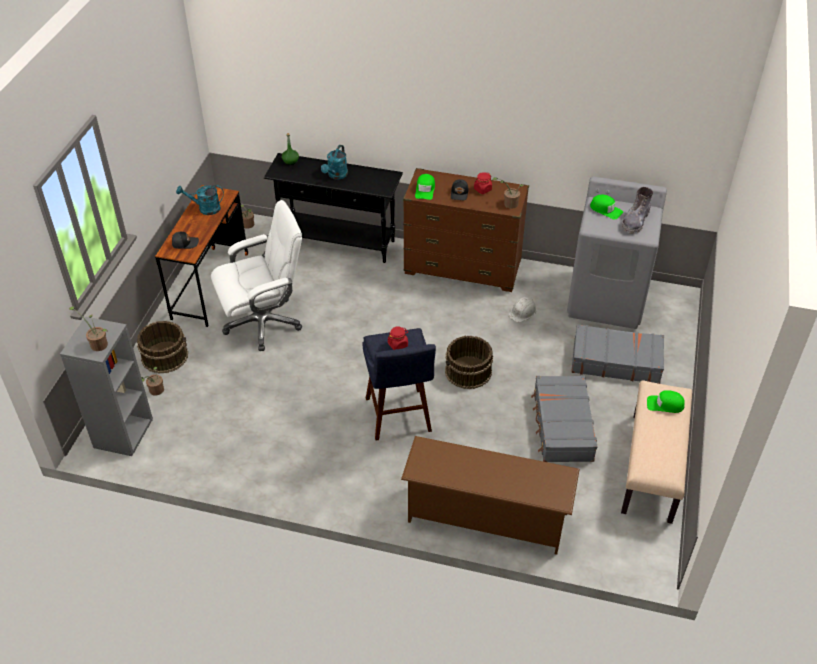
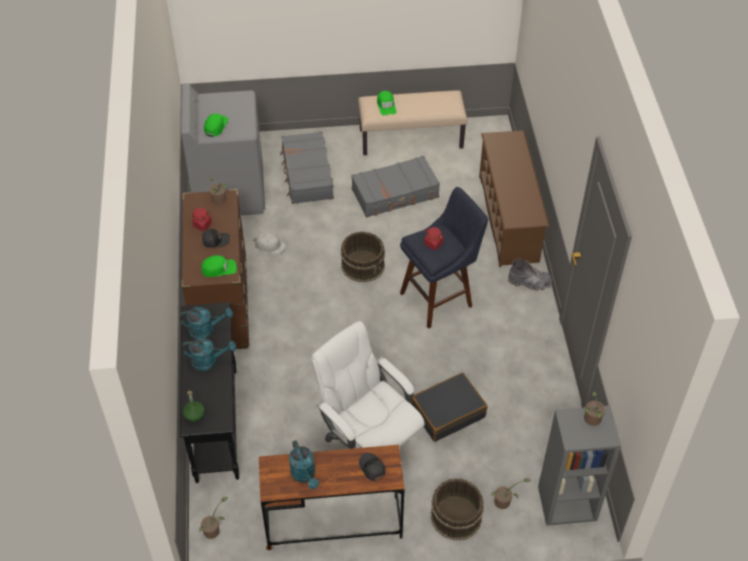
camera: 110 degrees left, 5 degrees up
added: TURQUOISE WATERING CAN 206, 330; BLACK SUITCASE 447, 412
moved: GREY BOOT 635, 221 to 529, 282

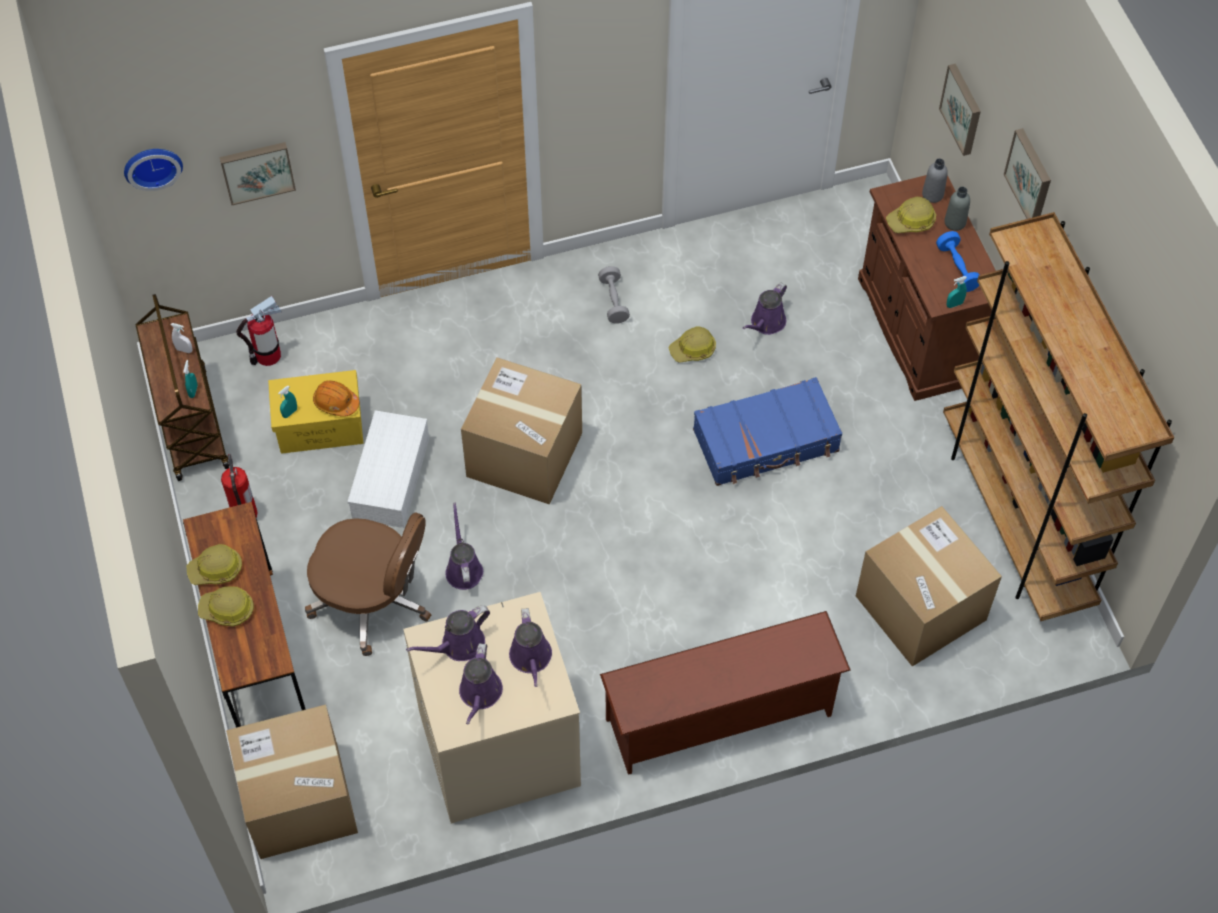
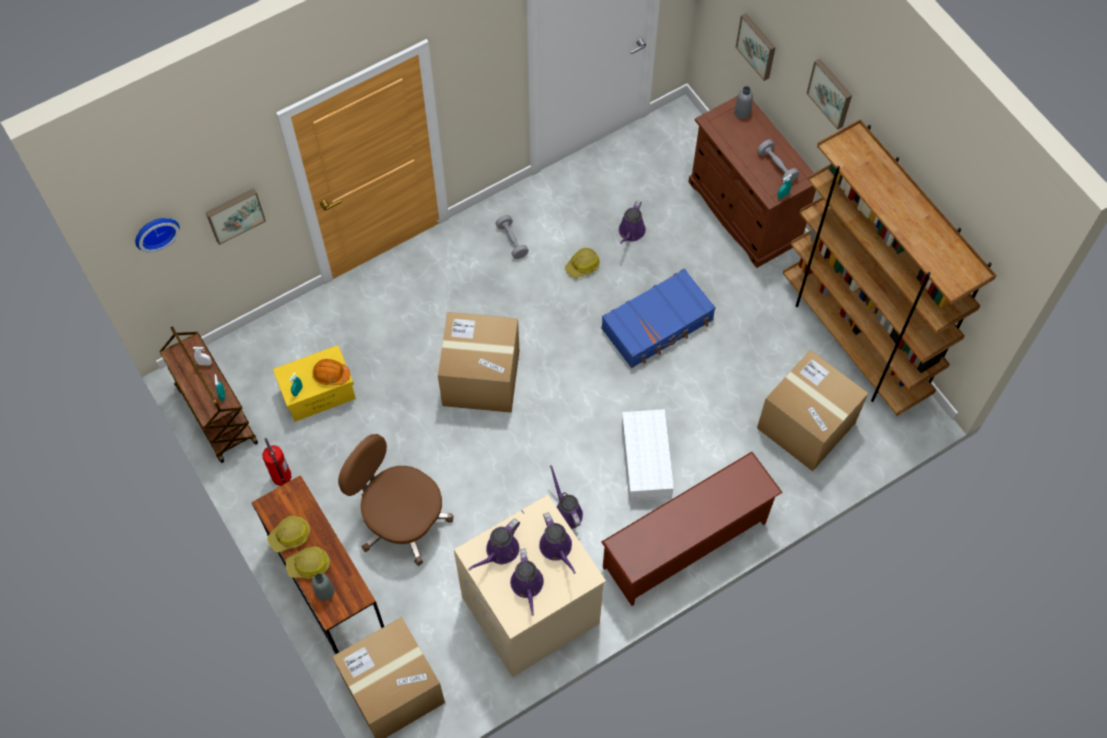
camera: 15 degrees left, 5 degrees up
removed: FIRE EXTINGUISHER 268, 355; HARD HAT 911, 221
moved: WHITE STORAGE BOX 392, 480 to 647, 462; PURPLE WATERING CAN 463, 568 to 566, 512; GREY BOTTLE 955, 222 to 324, 592
recoloured: BLUE DUMBBELL 957, 268 to GREY DUMBBELL 776, 167
turned: BROWN OFFICE CHAIR 373, 600 = 401, 520 150 degrees counterclockwise

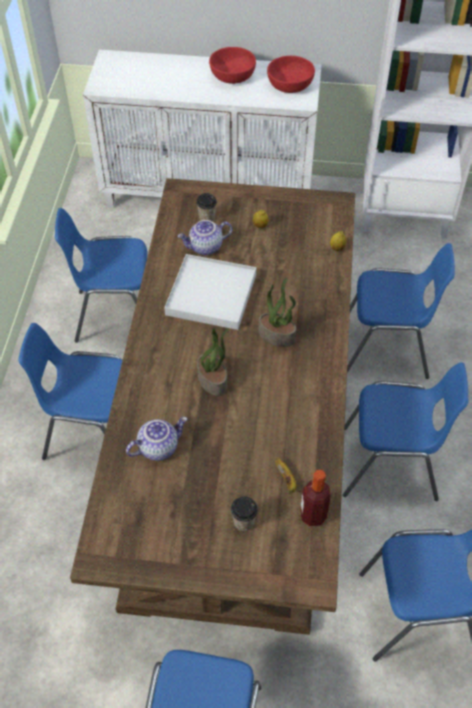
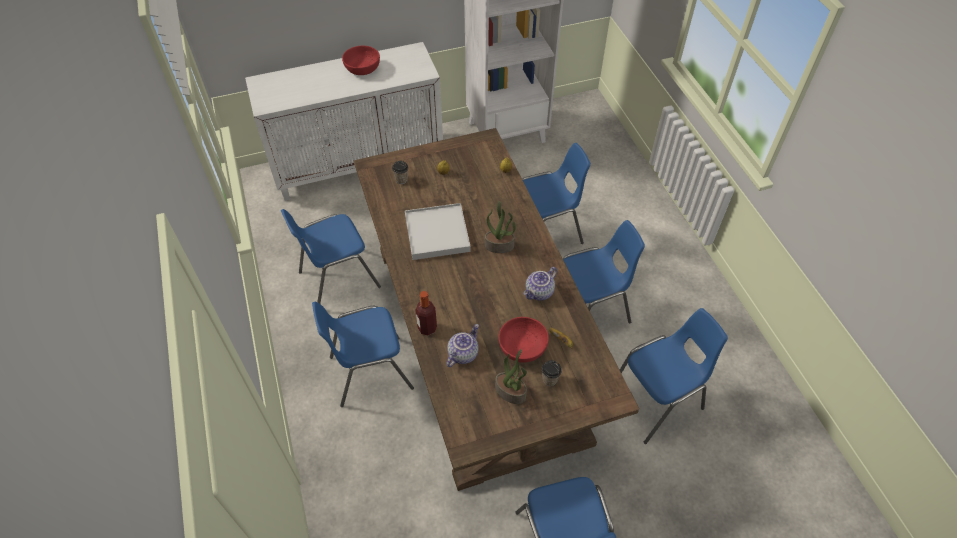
camera: 25 degrees left, 0 degrees up
moved: TEAPOT 205, 248 to 539, 293; POTTED PLANT 213, 380 to 511, 392; RED BOWL 289, 85 to 522, 347; BOTTLE 313, 515 to 427, 328

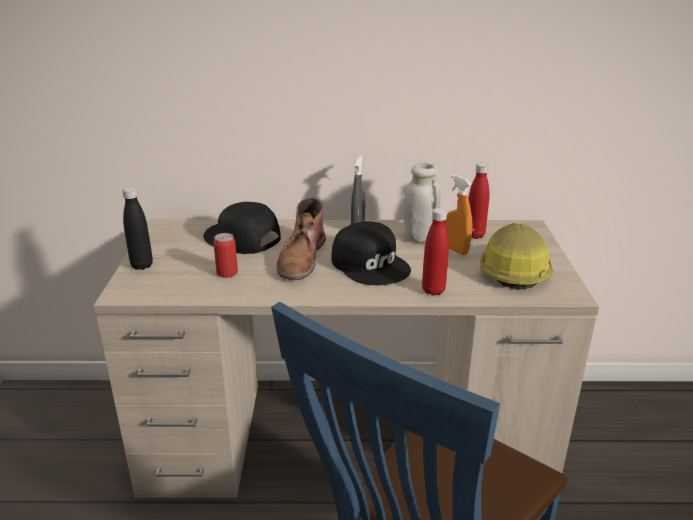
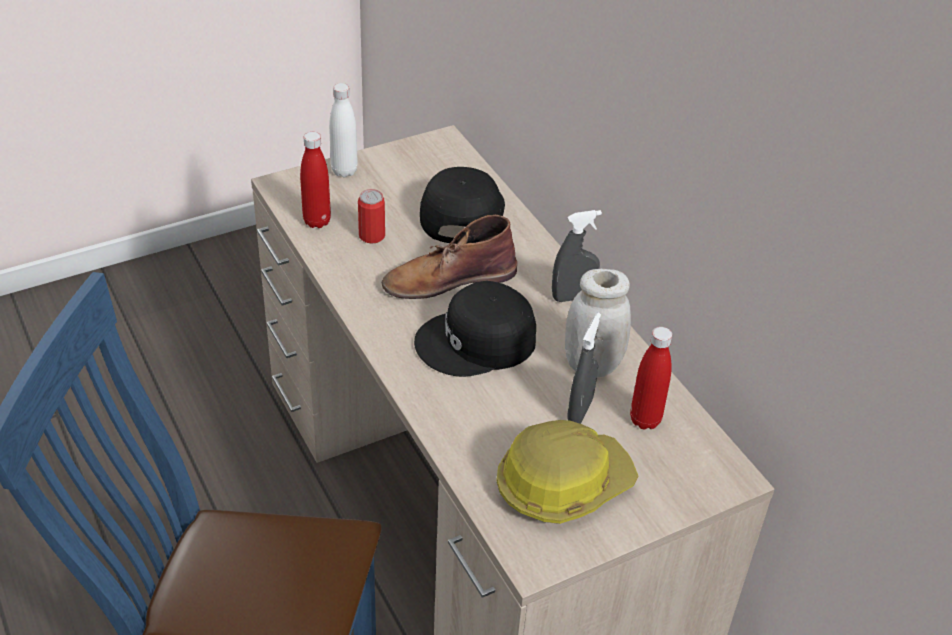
camera: 60 degrees right, 15 degrees up
moved: RED BOTTLE 433, 290 to 317, 221
recoloured: BLACK BOTTLE 142, 265 to WHITE BOTTLE 344, 171; ORANGE SPRAY BOTTLE 455, 250 to GREY SPRAY BOTTLE 580, 410
turned: BLACK CAP 371, 264 = 477, 342 45 degrees clockwise

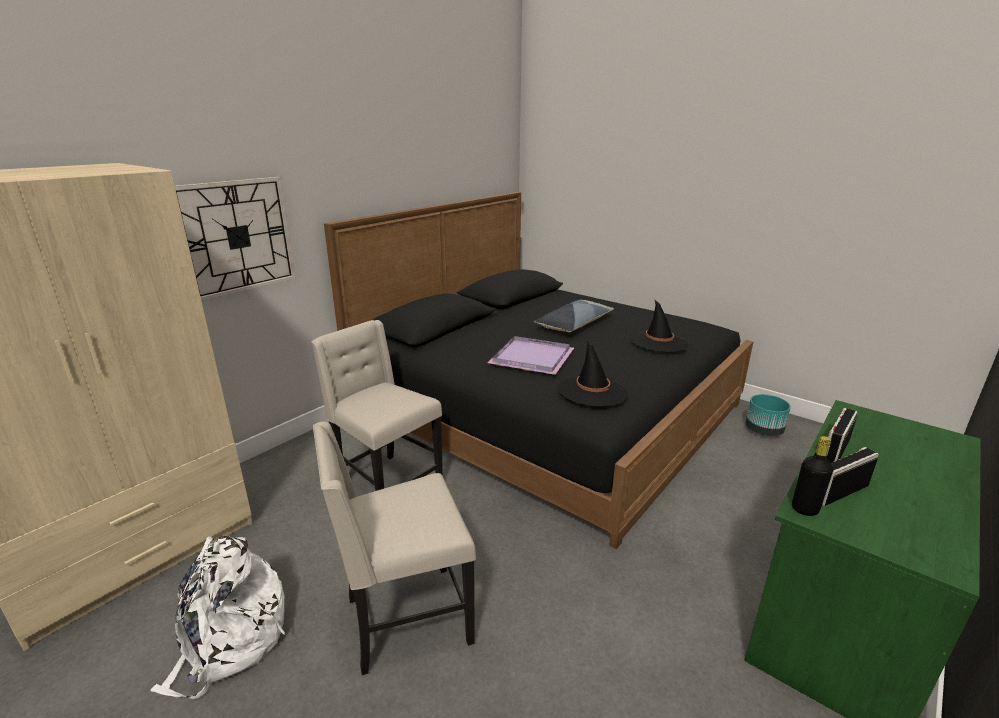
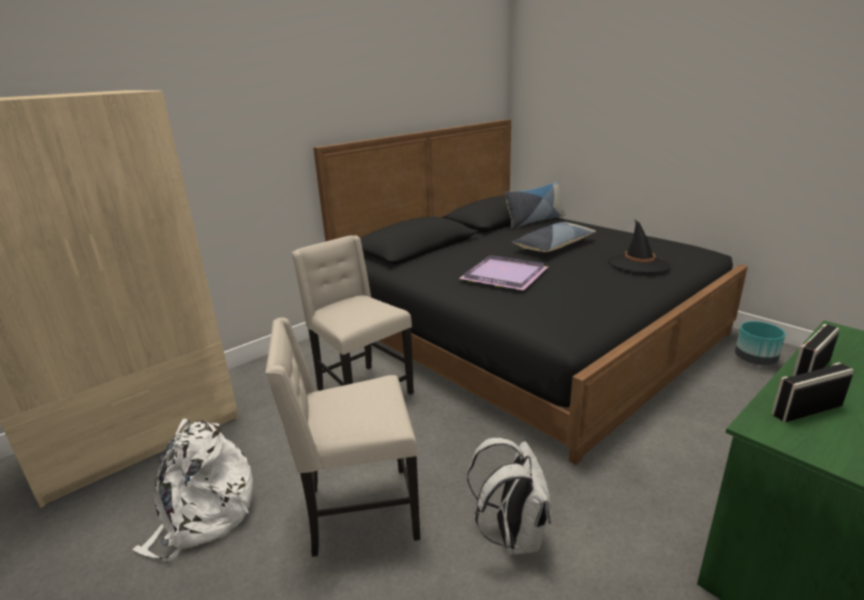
camera: 10 degrees right, 0 degrees up
removed: WALL CLOCK 237, 237; BLACK HAT 592, 392; BLACK BOTTLE 805, 509
added: WHITE BACKPACK 513, 535; PILLOW 535, 221

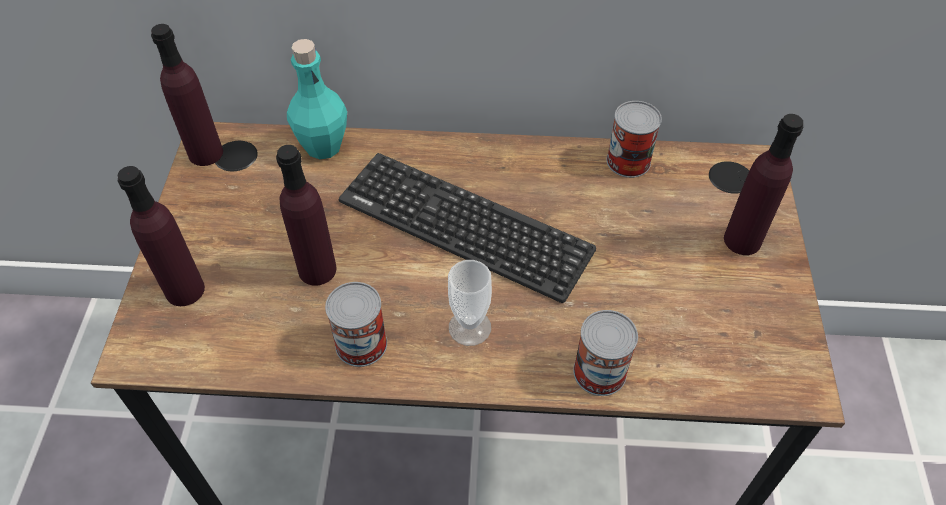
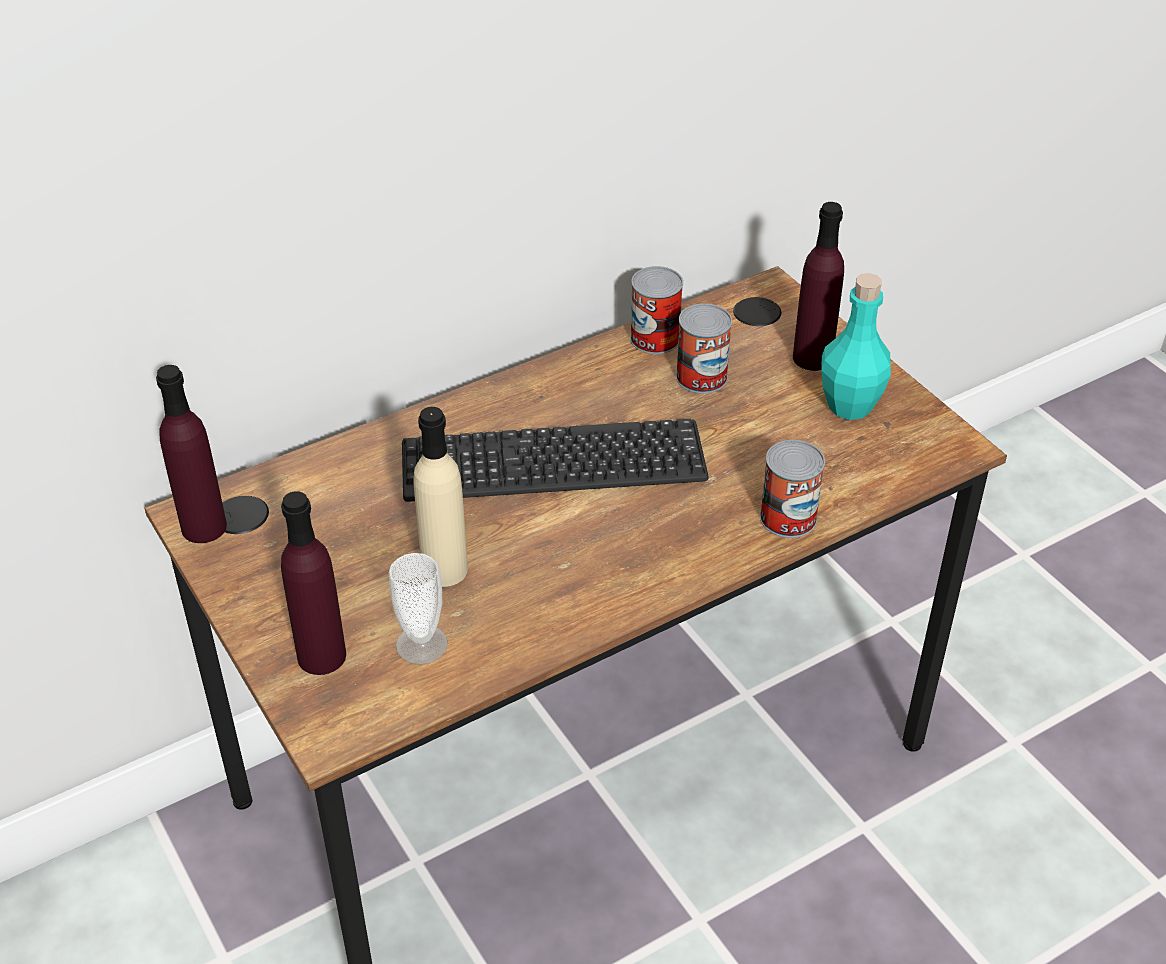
camera: 35 degrees left, 10 degrees down
moved: TURQUOISE BOTTLE 323, 146 to 849, 406; CAN 361, 344 to 701, 377; CUP 469, 327 to 421, 644
recoloured: PURPLE BOTTLE 317, 269 to BEIGE BOTTLE 444, 569

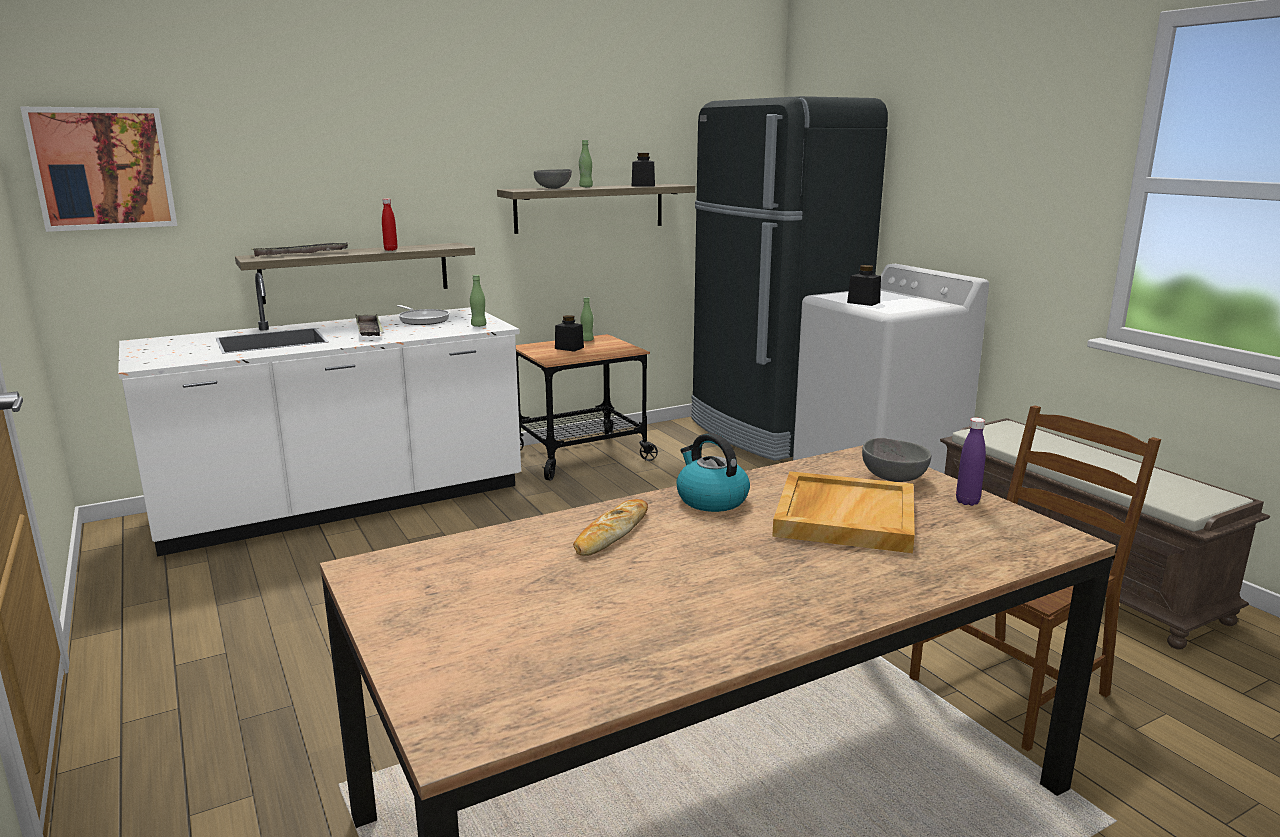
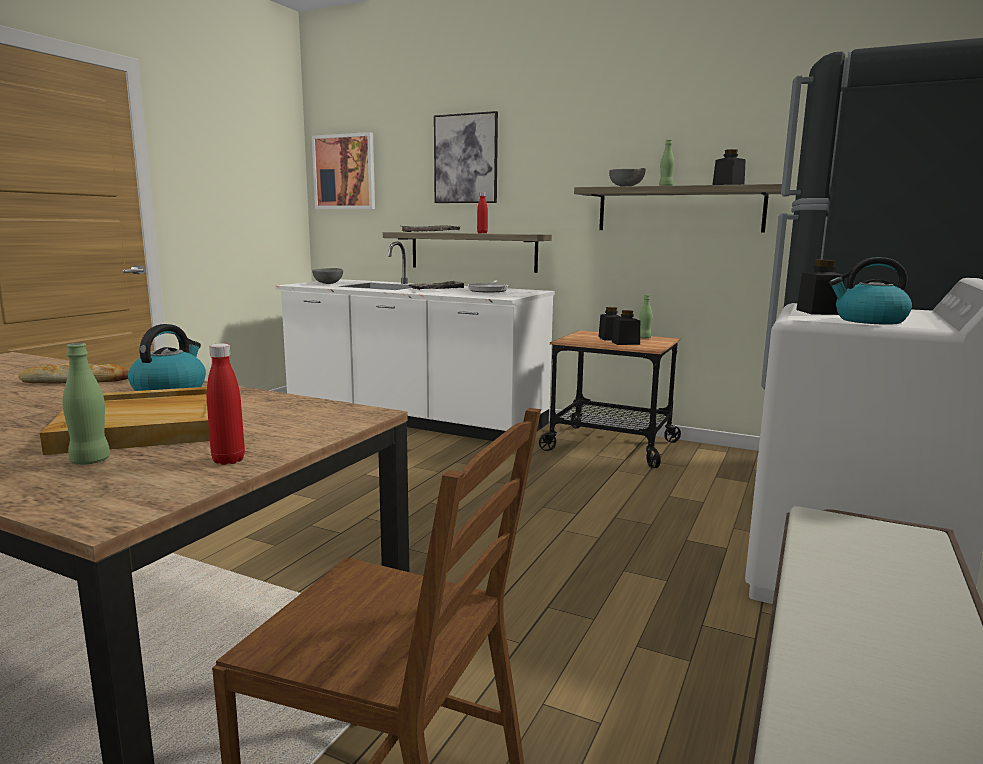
camera: 55 degrees right, 5 degrees down
added: PICTURE 466, 159; BLACK JAR 625, 343; KETTLE 869, 321
moved: GREEN BOTTLE 478, 325 to 90, 461; GREY BOWL 893, 478 to 329, 283
recoloured: PURPLE BOTTLE 967, 502 to RED BOTTLE 228, 460

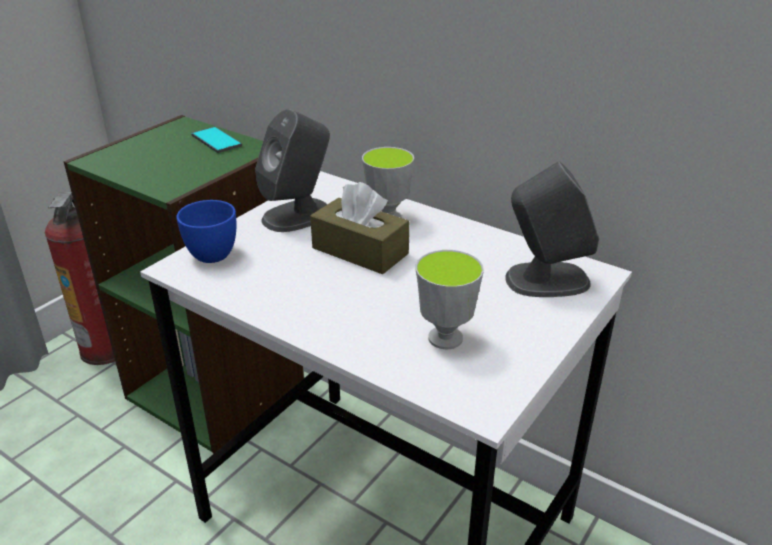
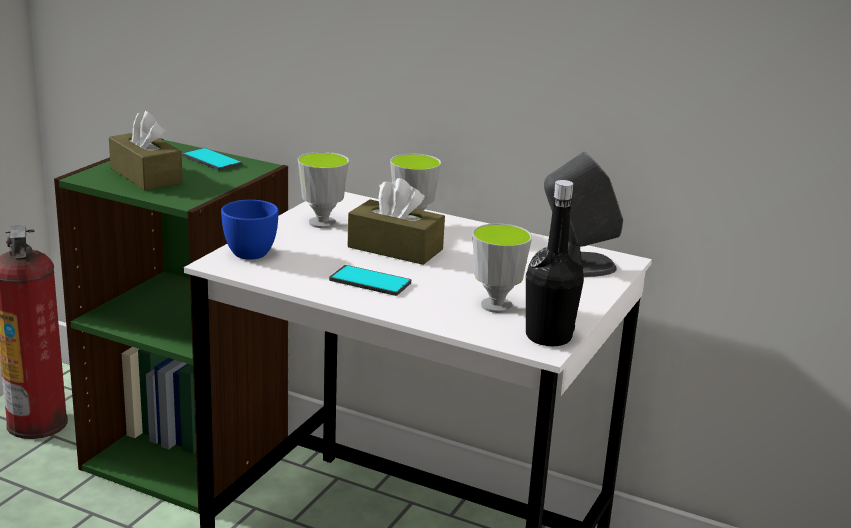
camera: 10 degrees left, 10 degrees down
added: BROWN TISSUE BOX 146, 176; PHONE 370, 282; BLACK BOTTLE 548, 337
replaced: GREY SPEAKER 298, 215 to CUP 322, 223

